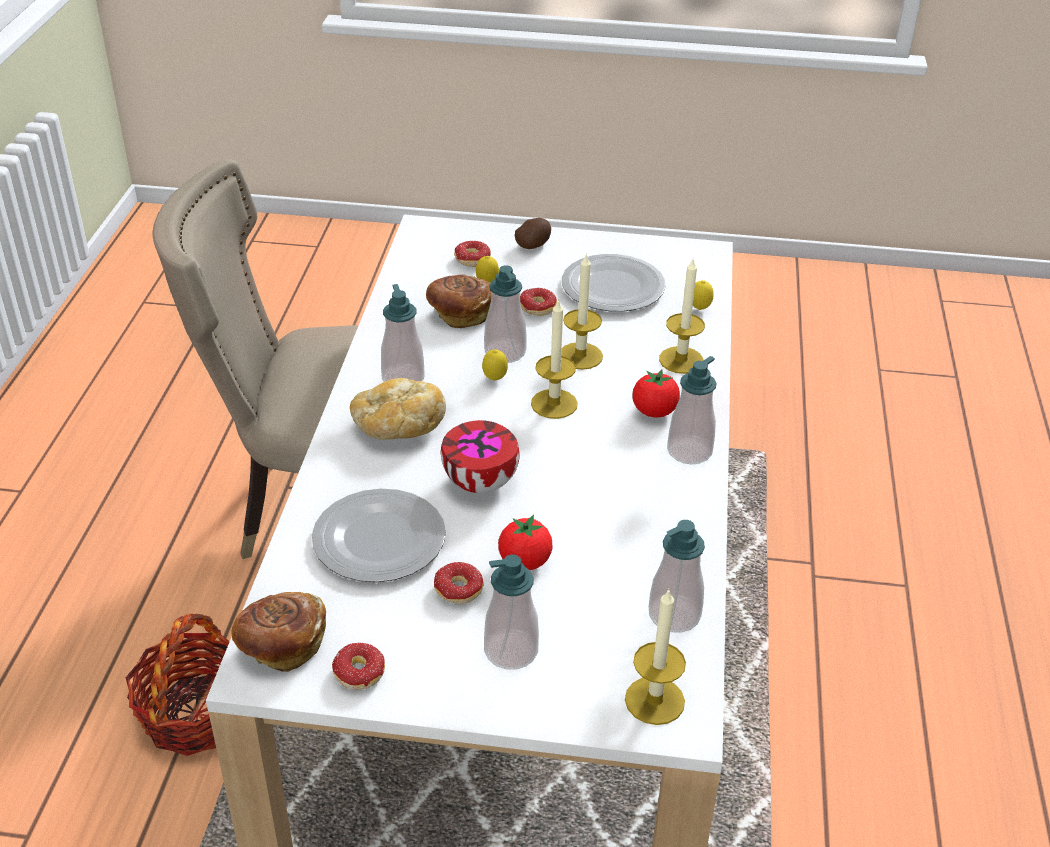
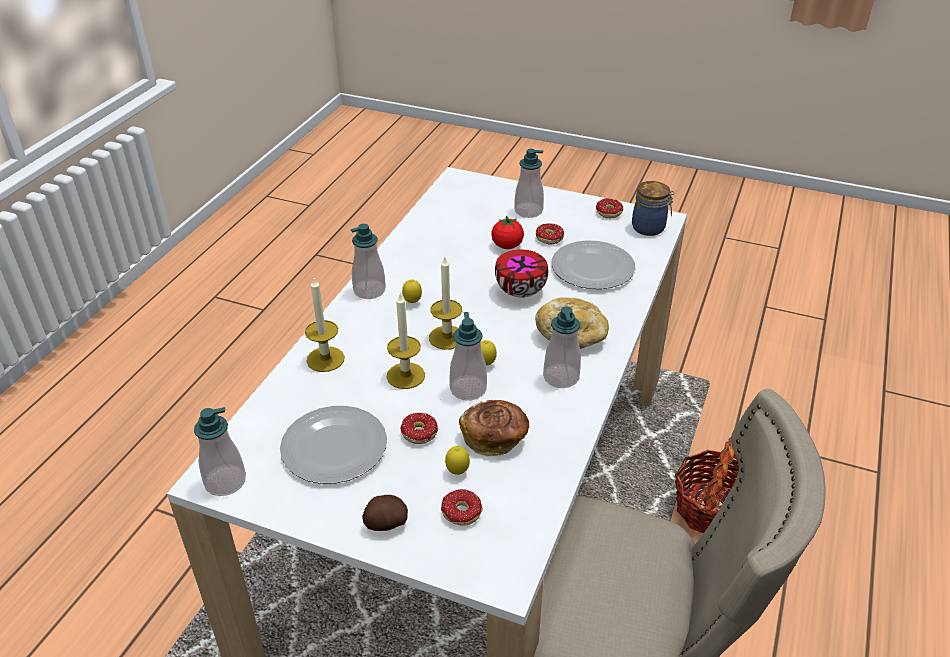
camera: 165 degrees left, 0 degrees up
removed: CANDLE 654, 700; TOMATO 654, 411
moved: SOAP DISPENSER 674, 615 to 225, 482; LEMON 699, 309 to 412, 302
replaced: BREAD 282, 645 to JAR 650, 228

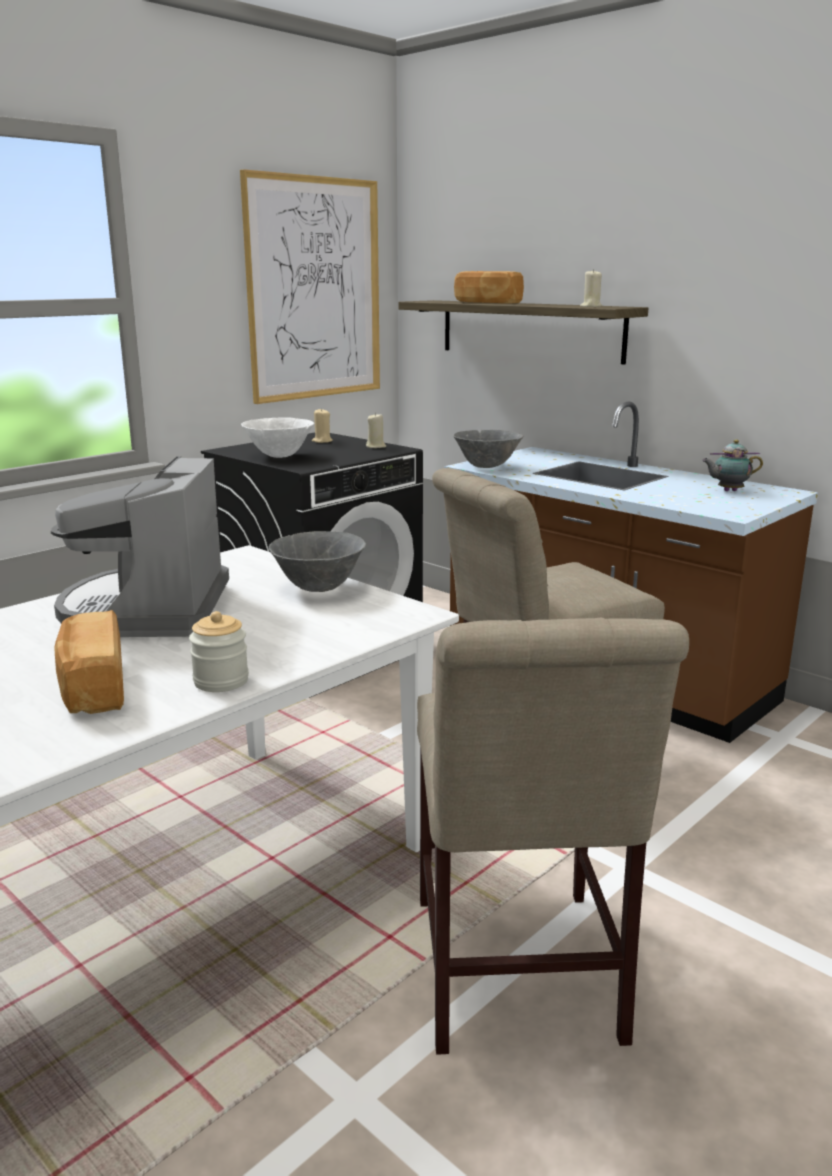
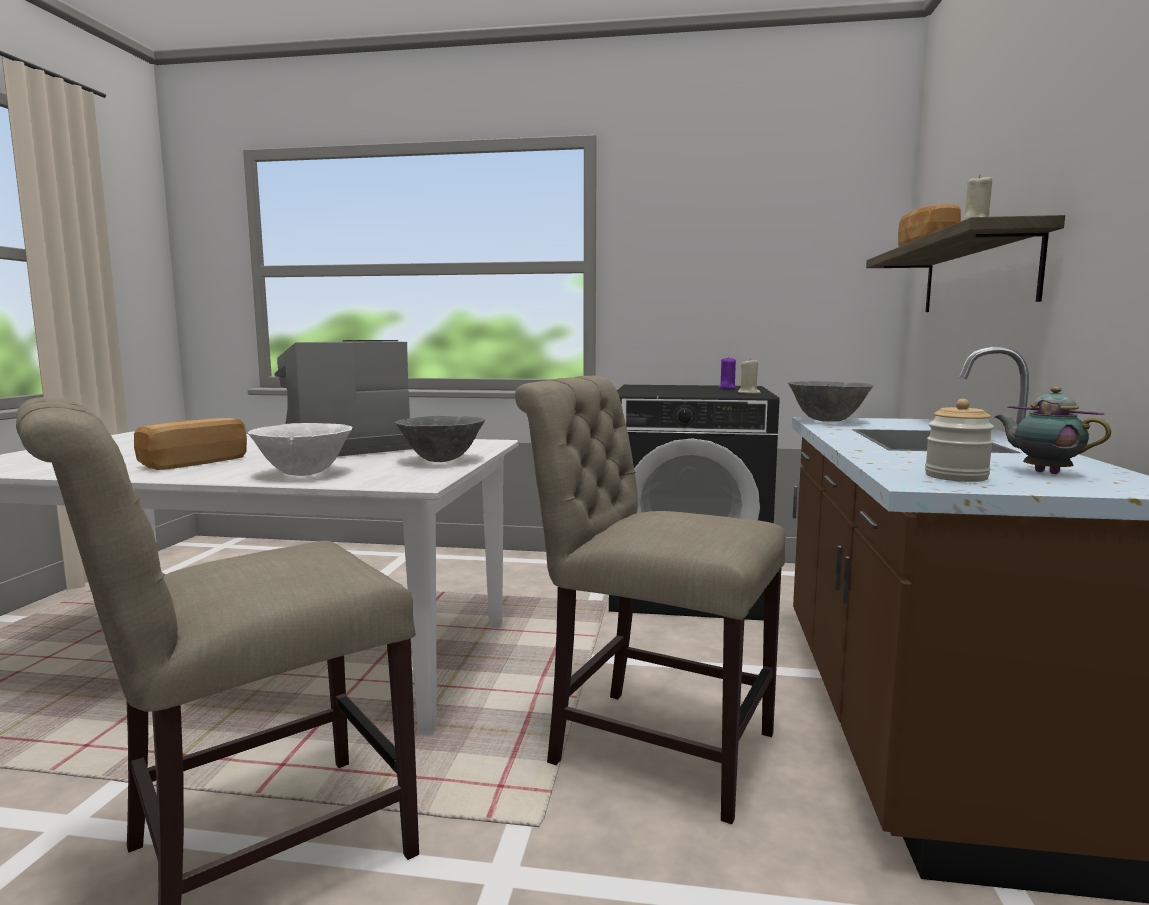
camera: 55 degrees right, 10 degrees down
removed: PICTURE 314, 289
moved: JAR 221, 681 to 956, 477; WHITE BOWL 279, 456 to 304, 474
recoloured: BEIGE CANDLE 322, 441 to PURPLE CANDLE 727, 388

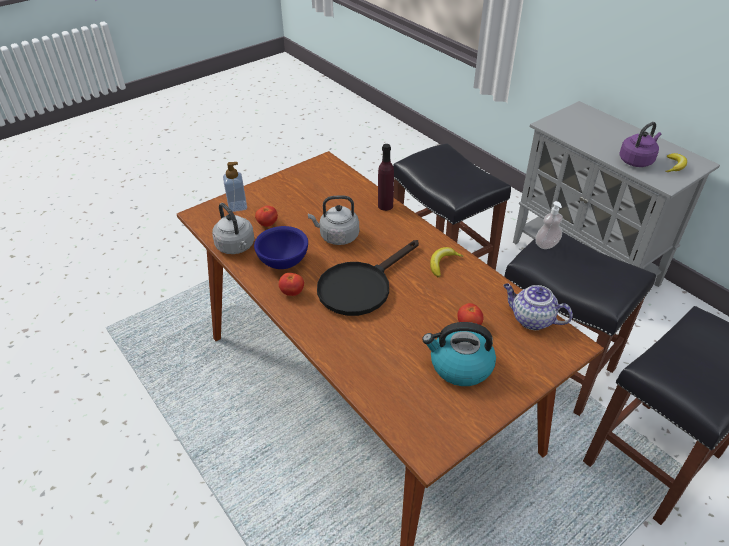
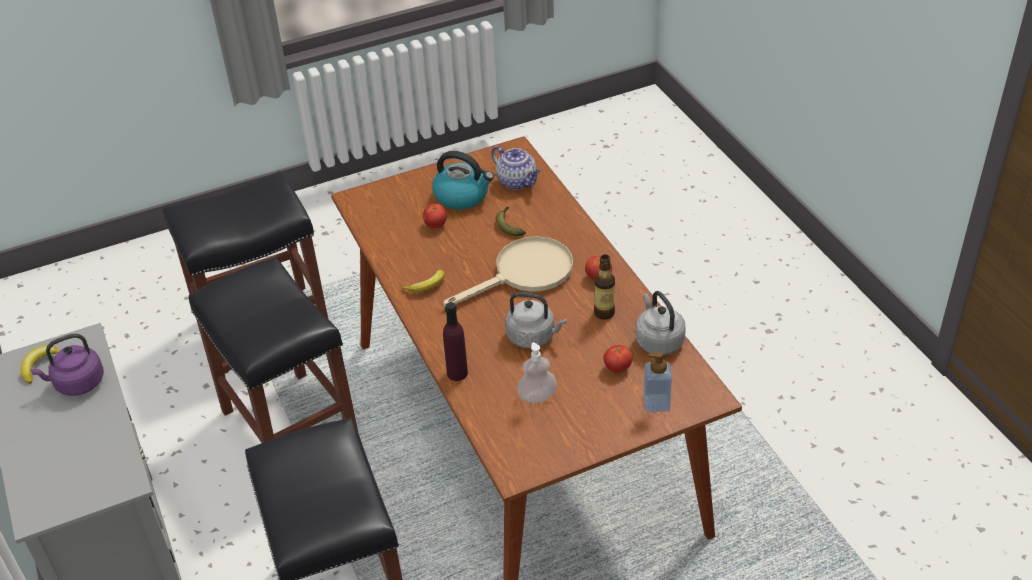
camera: 165 degrees left, 0 degrees up
added: BANANA 509, 225
moved: TEAPOT 531, 319 to 517, 182; SOAP DISPENSER 546, 244 to 537, 396
replaced: BLUE BOWL 282, 262 to BOTTLE 604, 313
recoloured: BLACK FRYING PAN 361, 286 to BEIGE FRYING PAN 524, 274

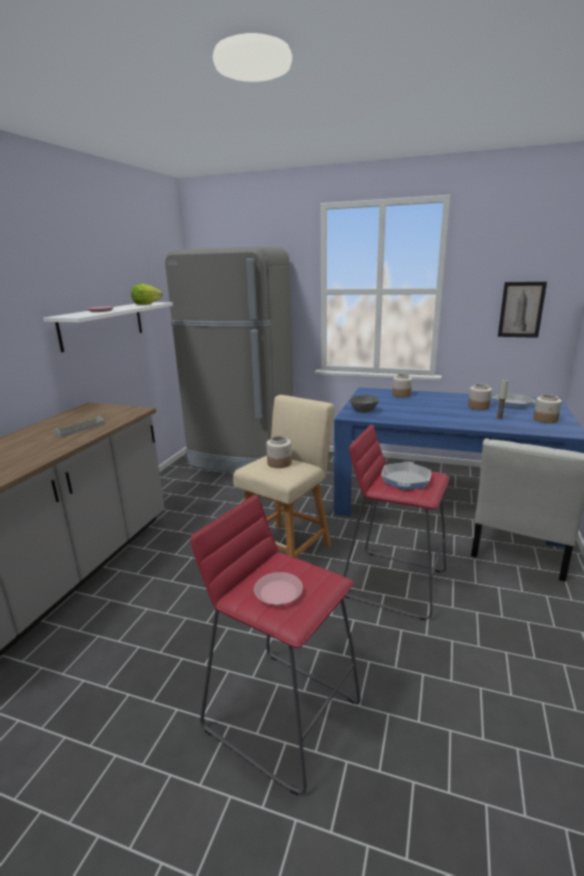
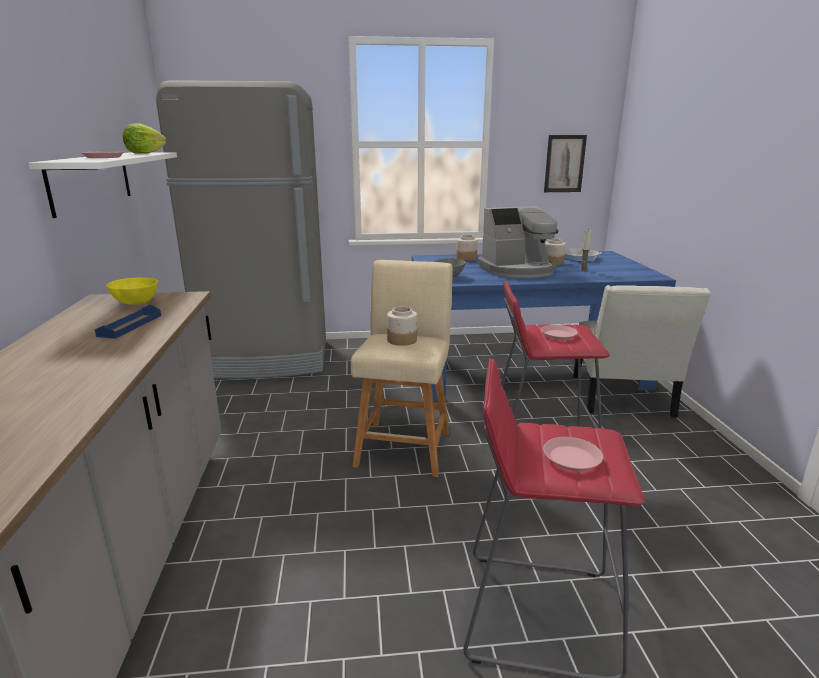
camera: 25 degrees left, 0 degrees up
removed: JAR 545, 419
added: YELLOW BOWL 135, 302; COFFEE MACHINE 518, 270
replaced: FRYING PAN 405, 480 to PINK PLATE 558, 335
recoloured: GREY TRAY 79, 429 to BLUE TRAY 130, 325

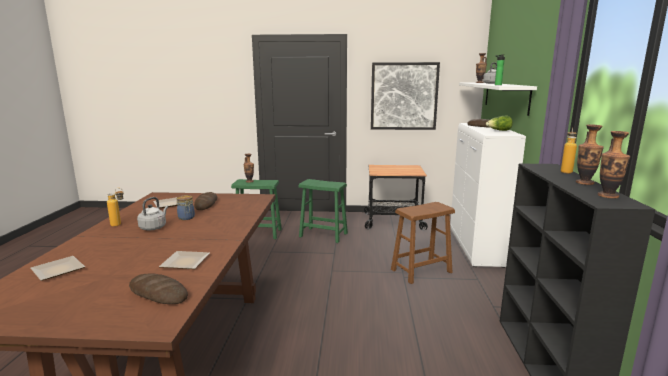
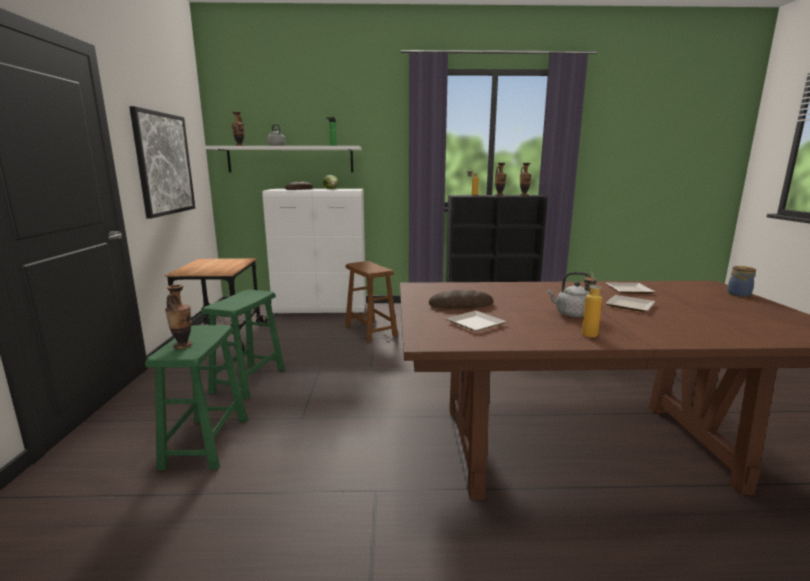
camera: 95 degrees left, 0 degrees up
removed: BREAD 158, 293
moved: PLATE 57, 271 to 631, 305; JAR 186, 218 to 739, 294

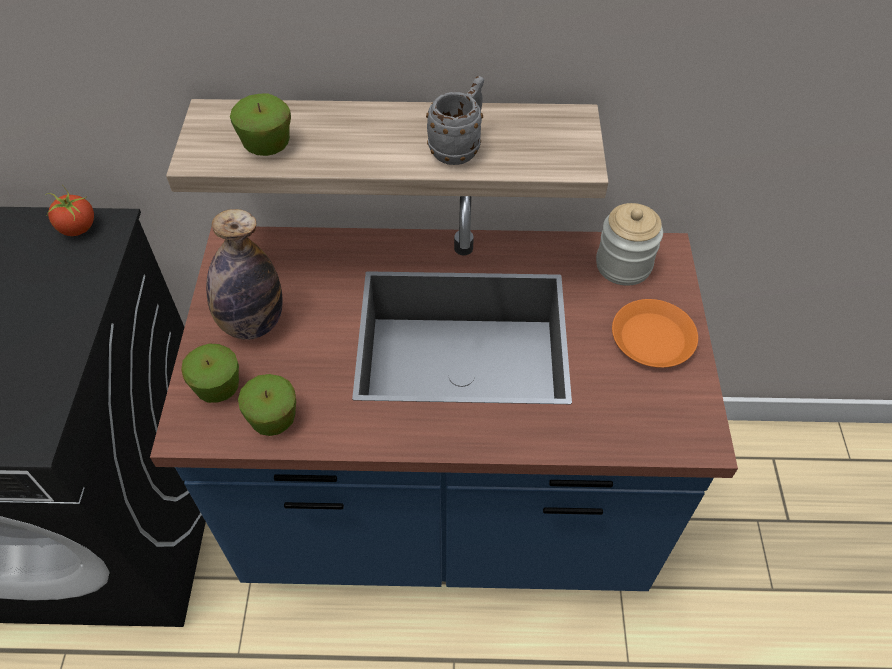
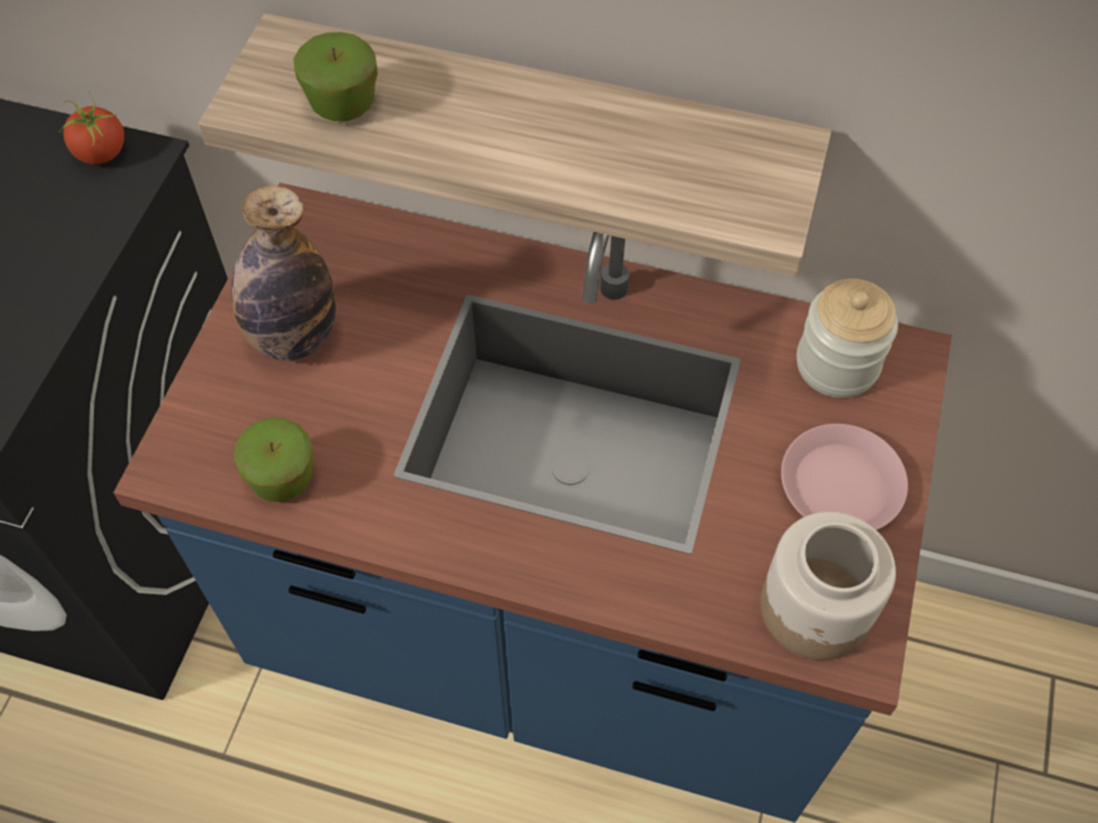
camera: 15 degrees right, 5 degrees up
removed: APPLE 218, 387; GREY MUG 459, 147
added: JAR 816, 609
recoloured: ORANGE PLATE 653, 338 to PINK PLATE 841, 485

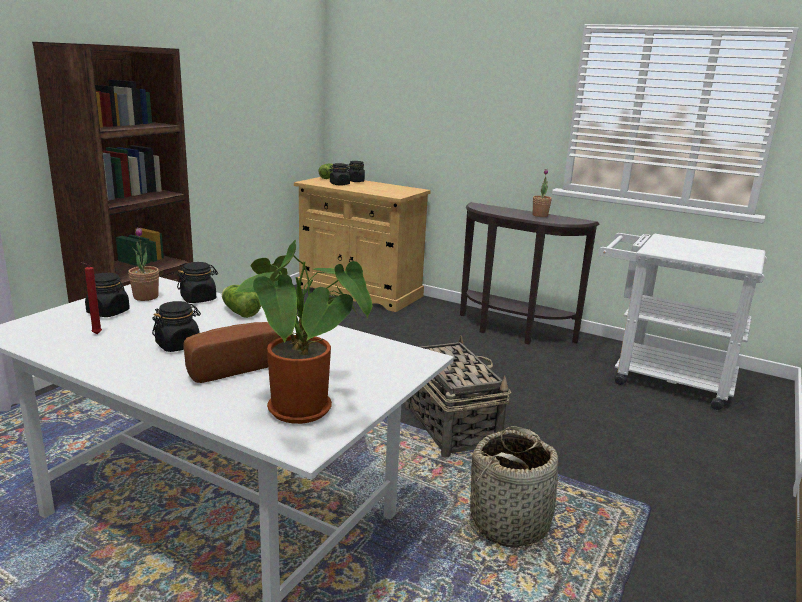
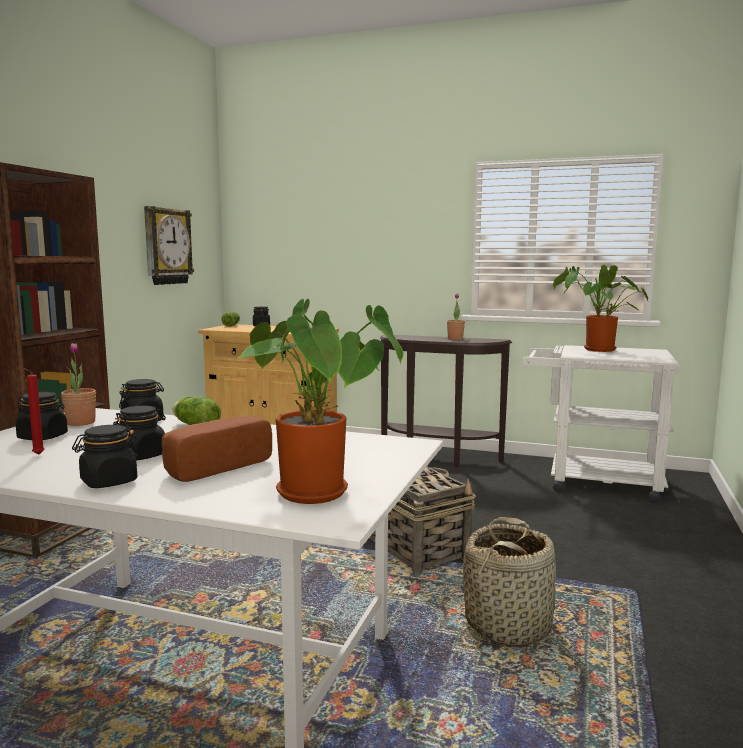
camera: 10 degrees left, 10 degrees down
added: WALL CLOCK 166, 246; POTTED PLANT 596, 350
moved: BLACK JAR 339, 184 to 108, 482

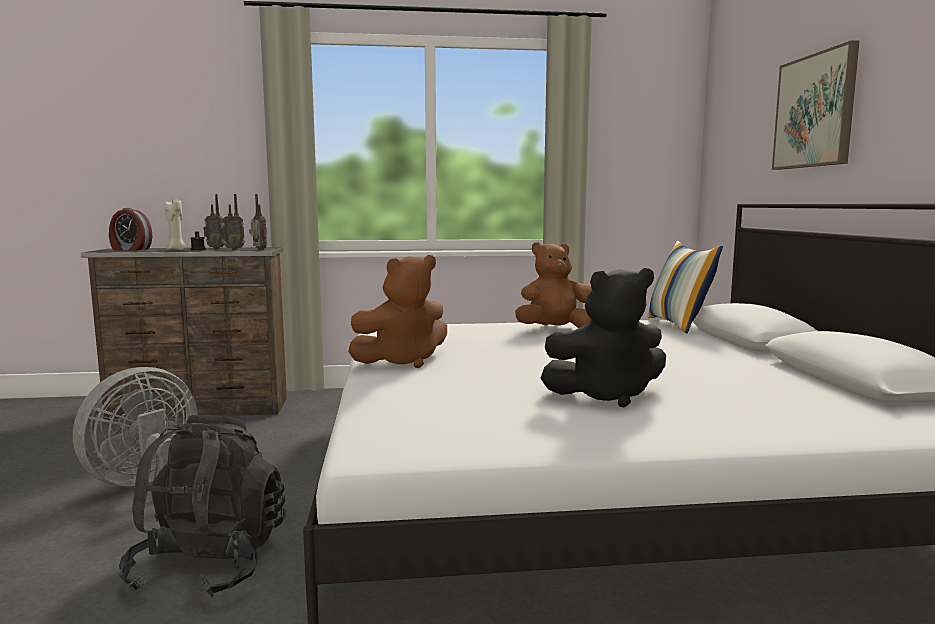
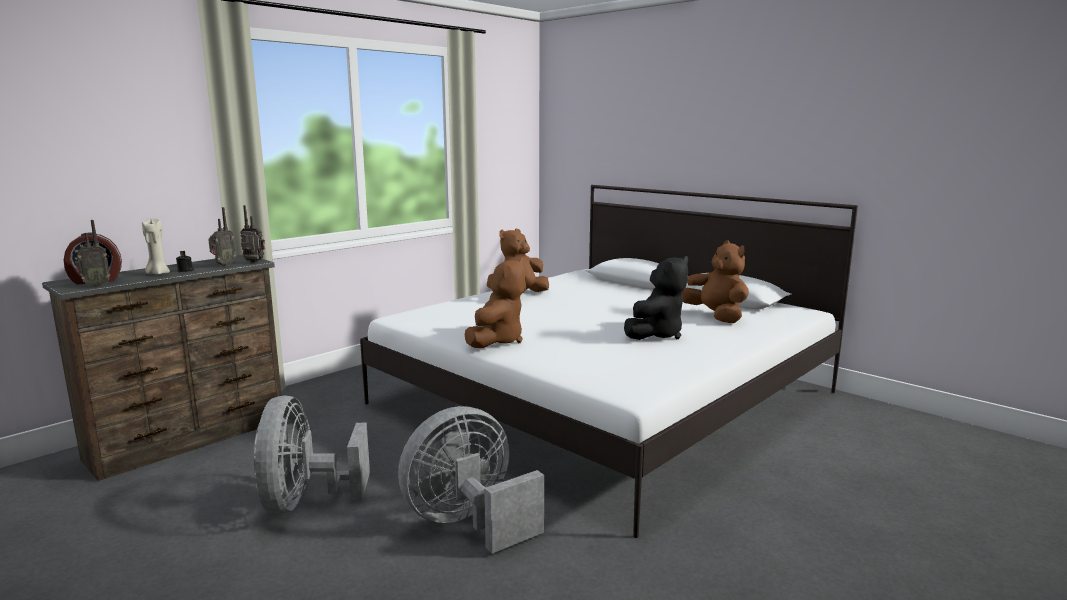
camera: 40 degrees left, 5 degrees up
removed: PILLOW 679, 324; PICTURE 815, 111
added: BROWN PLUSH TOY 716, 316
moved: RADIO 216, 248 to 96, 285
replaced: BLACK BACKPACK 210, 564 to GREY FAN 469, 523

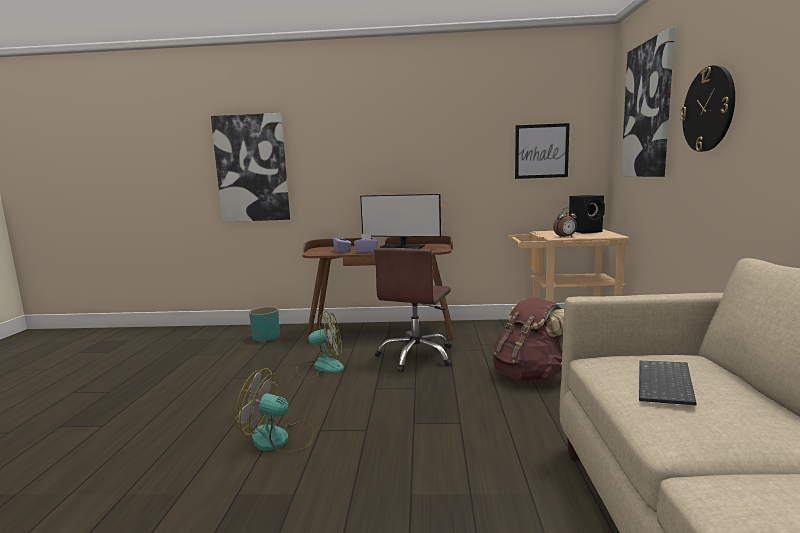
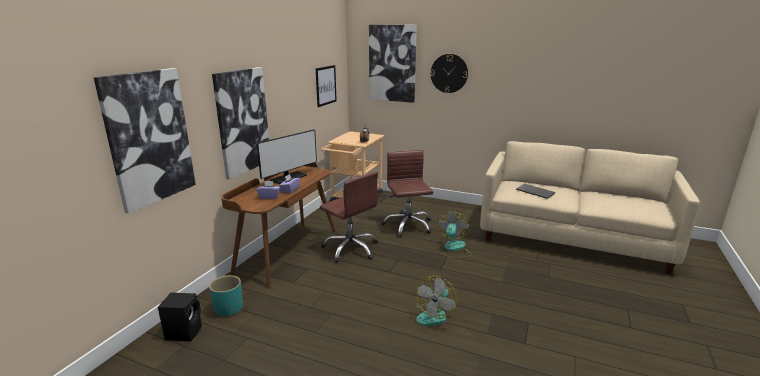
camera: 70 degrees left, 10 degrees up
added: PICTURE 242, 121
moved: FAN 321, 367 to 453, 249; BLACK SPEAKER 586, 231 to 185, 332
replaced: BROWN BACKPACK 529, 375 to BROWN OFFICE CHAIR 407, 225

